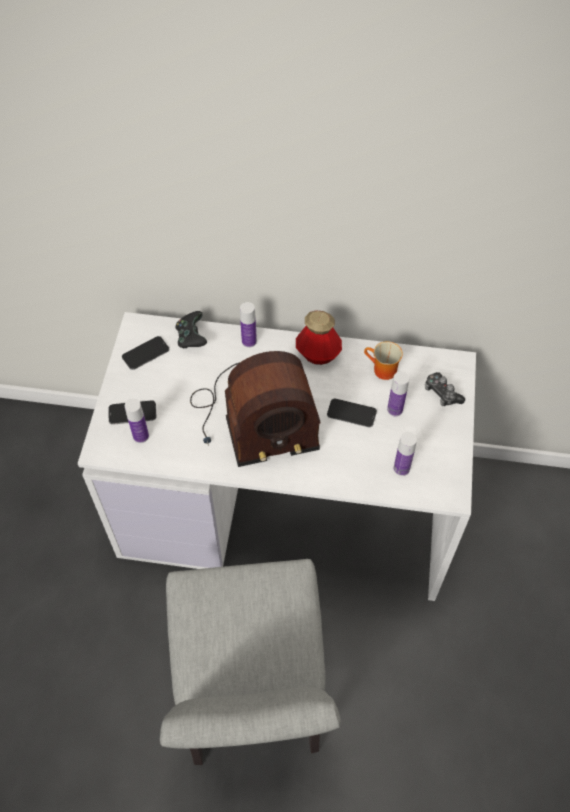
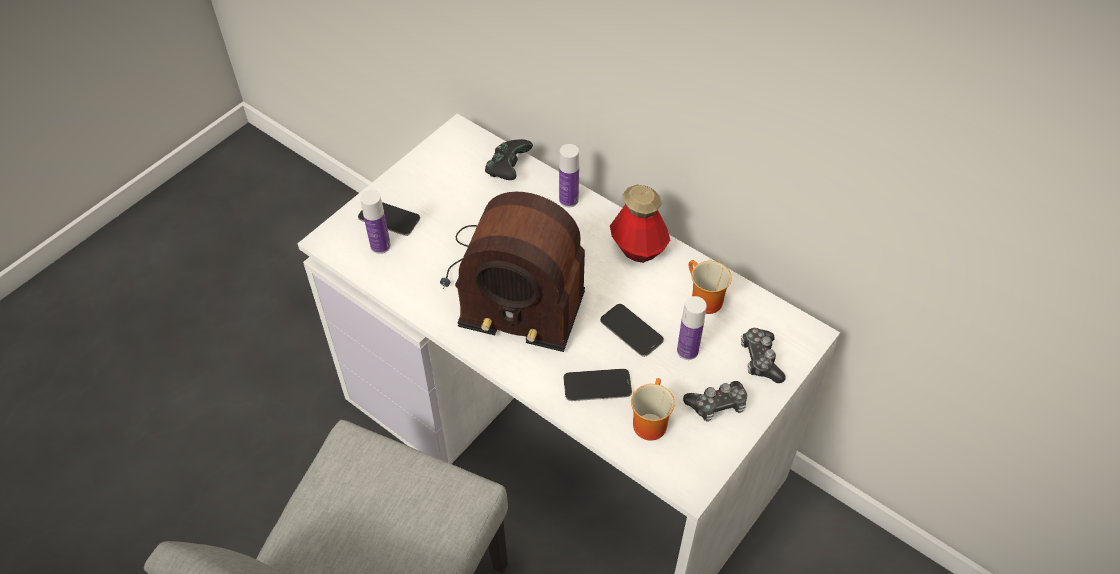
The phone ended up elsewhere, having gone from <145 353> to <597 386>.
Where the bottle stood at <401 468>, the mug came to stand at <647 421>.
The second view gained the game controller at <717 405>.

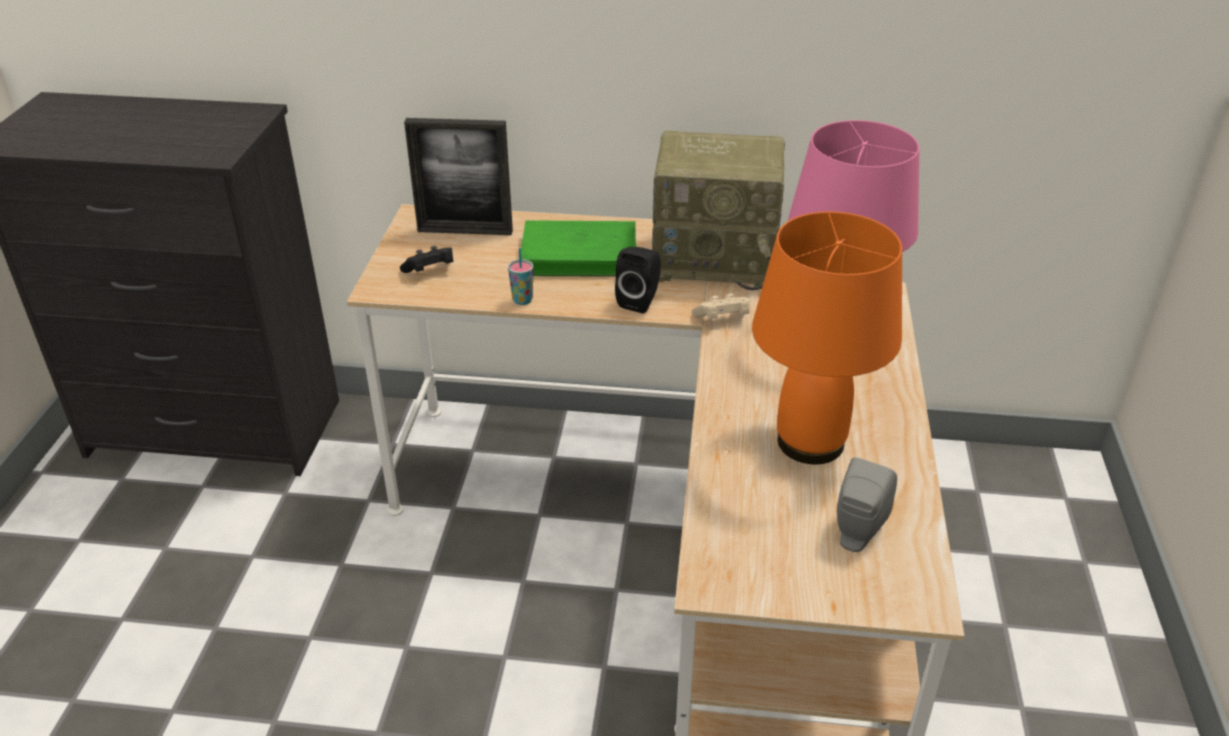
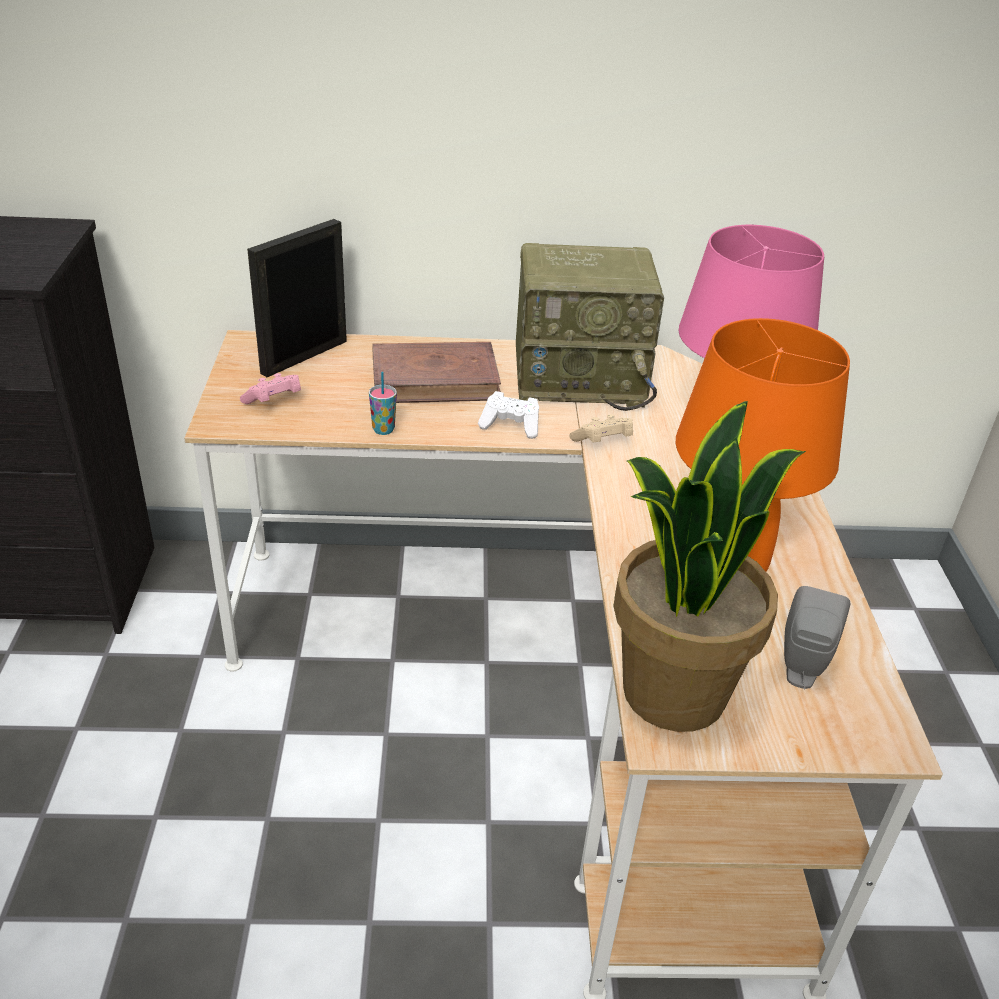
What was the black game controller at <430 271> turned into the pink game controller at <274 401>.
The picture frame at <465 231> ended up facing another way, 135 degrees clockwise from before.
What was the green book at <580 255> turned into the brown book at <436 379>.
Where the black speaker stood at <640 301>, the white game controller came to stand at <511 426>.
The second view gained the potted plant at <672 690>.

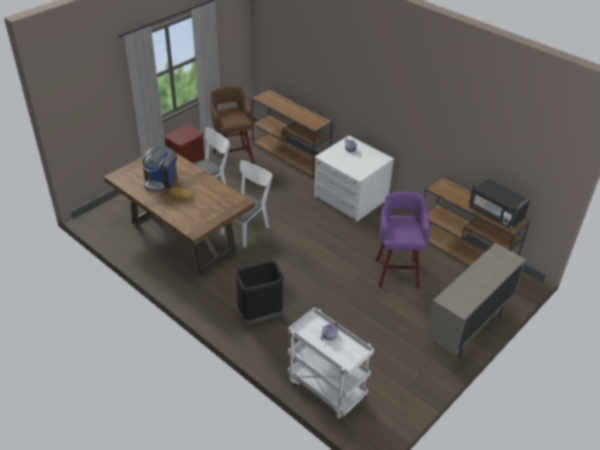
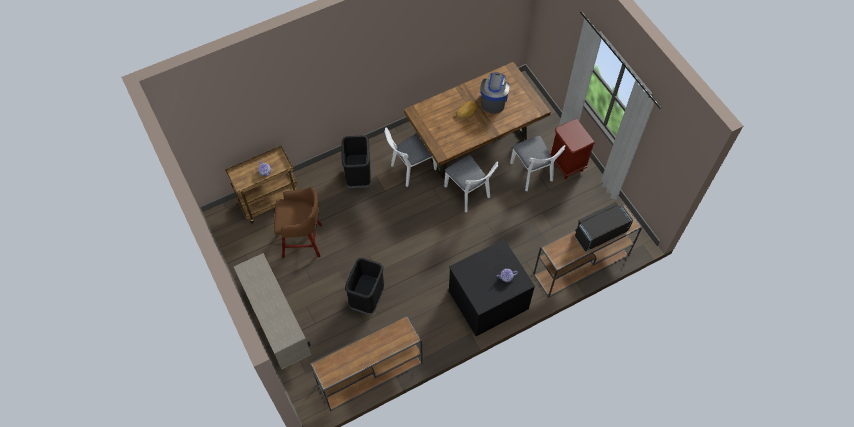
What was the white cart at <325 389> turned into the brown cart at <269 200>.
The brown stool ended up elsewhere, having gone from <233 157> to <304 241>.
Where the purple stool stood at <397 272>, the black trash can came to stand at <367 299>.
The second view gained the white chair at <410 169>.
What was the white dresser at <350 198> turned into the black dresser at <487 298>.
The coffee machine at <161 180> ended up facing another way, 60 degrees clockwise from before.
The black microwave ended up elsewhere, having gone from <495 213> to <600 233>.

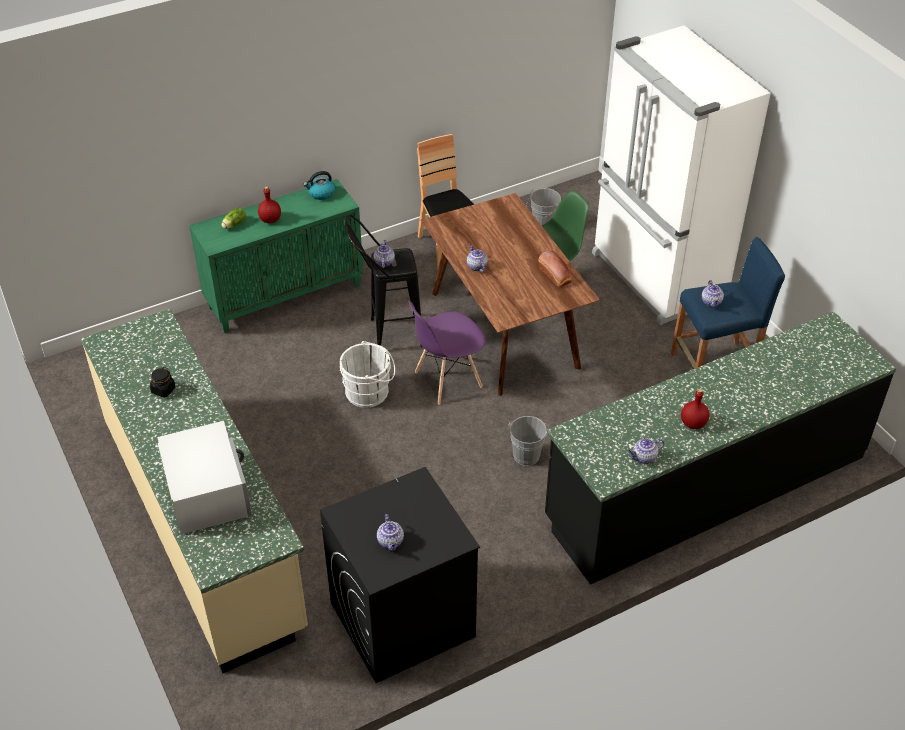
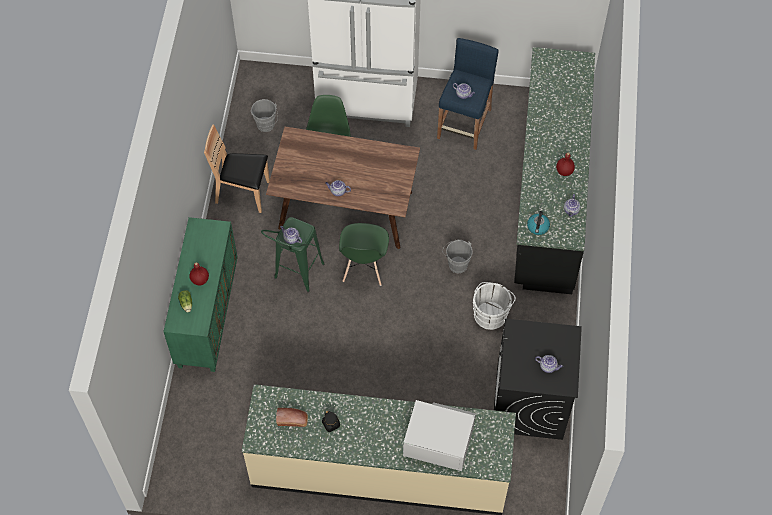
What was the black stool at <386 334> turned into the green stool at <295 277>.
The bread ended up elsewhere, having gone from <556 276> to <293 420>.
What was the purple chair at <447 379> turned into the green chair at <364 268>.
The white bucket ended up elsewhere, having gone from <370 392> to <491 314>.
The kettle ended up elsewhere, having gone from <321 193> to <538 227>.

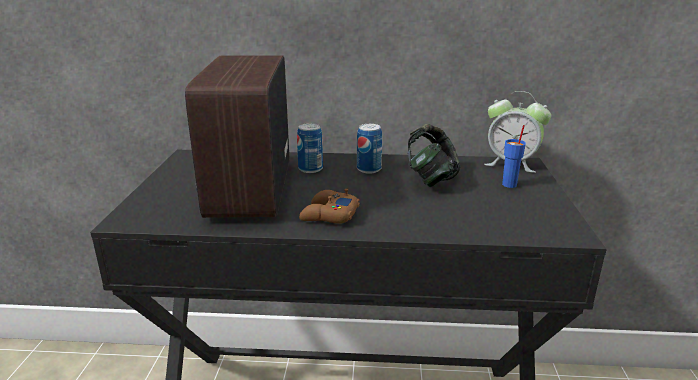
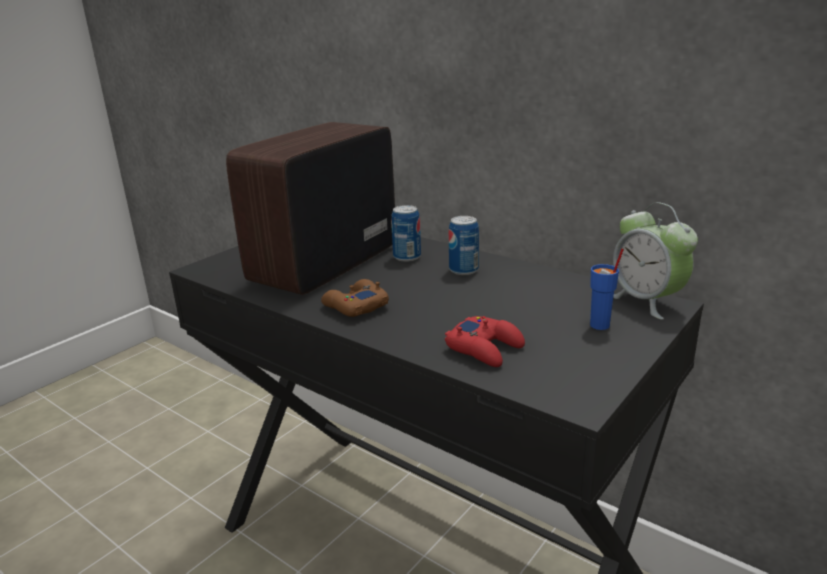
The second view gained the red game controller at <485 348>.
The second view lost the headphones at <431 179>.

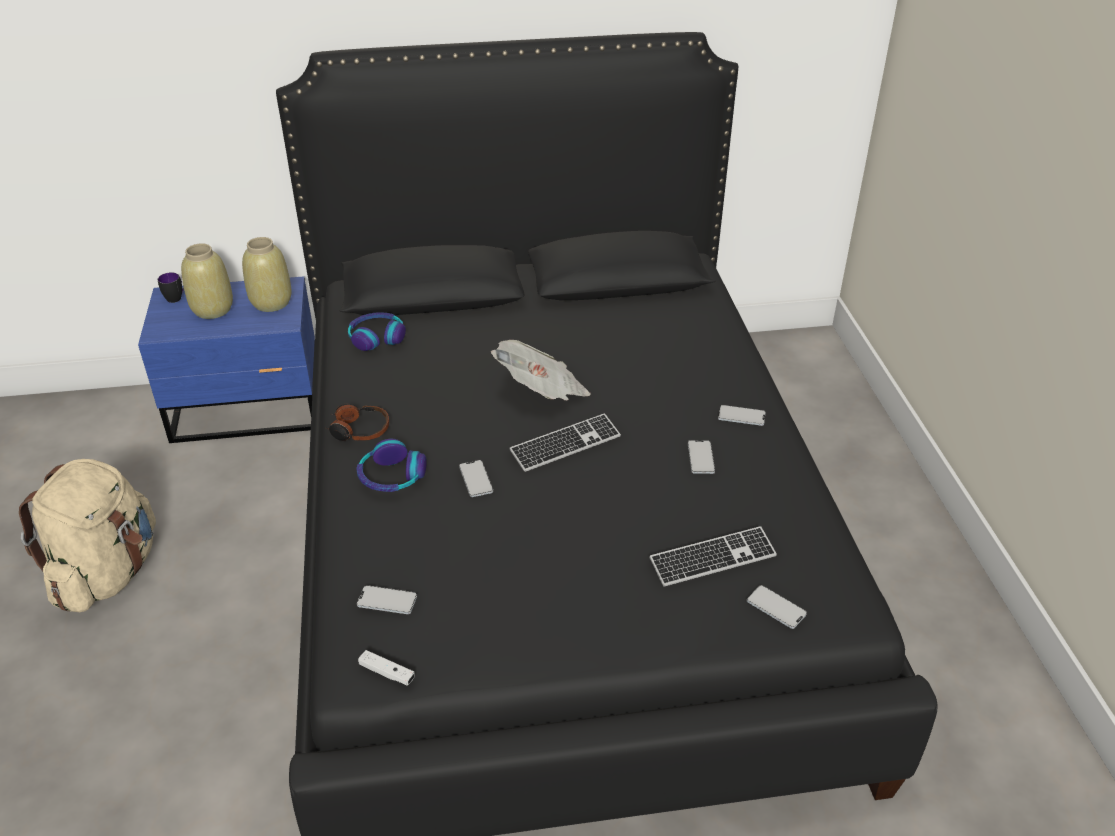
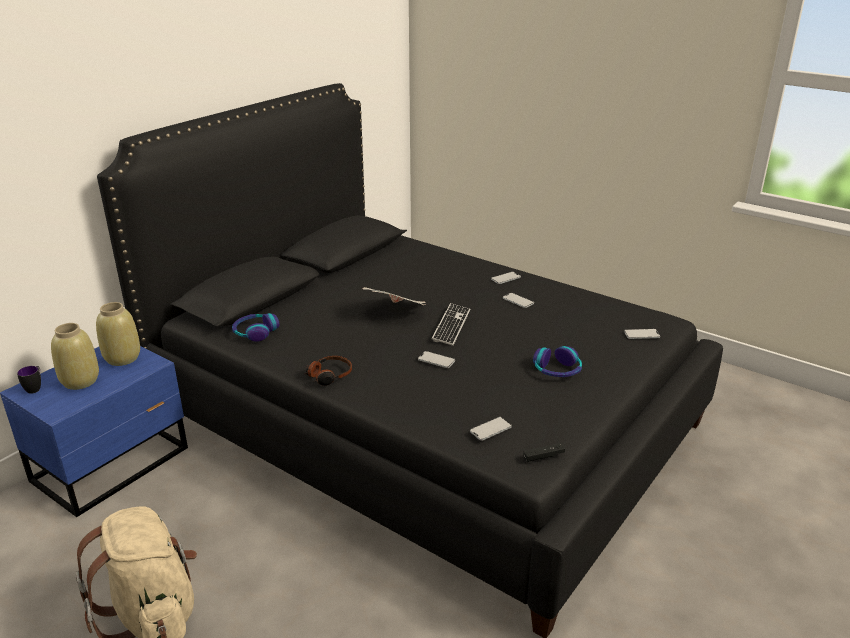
What was the white game controller at <387 673> turned into the black game controller at <543 456>.
The headphones ended up elsewhere, having gone from <391 477> to <557 370>.
The second view lost the keyboard at <712 559>.

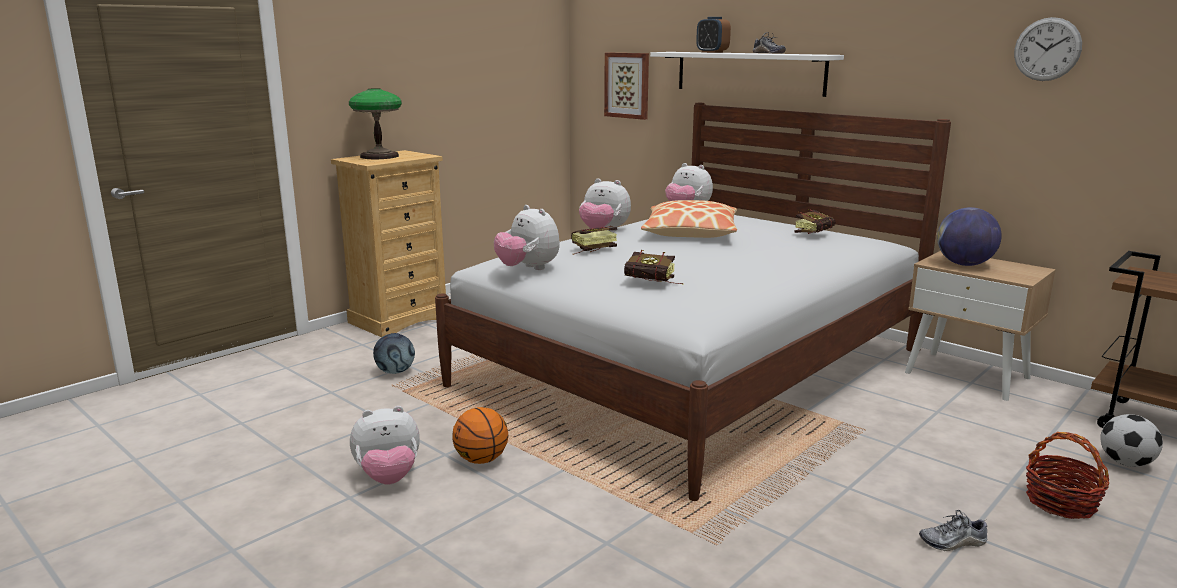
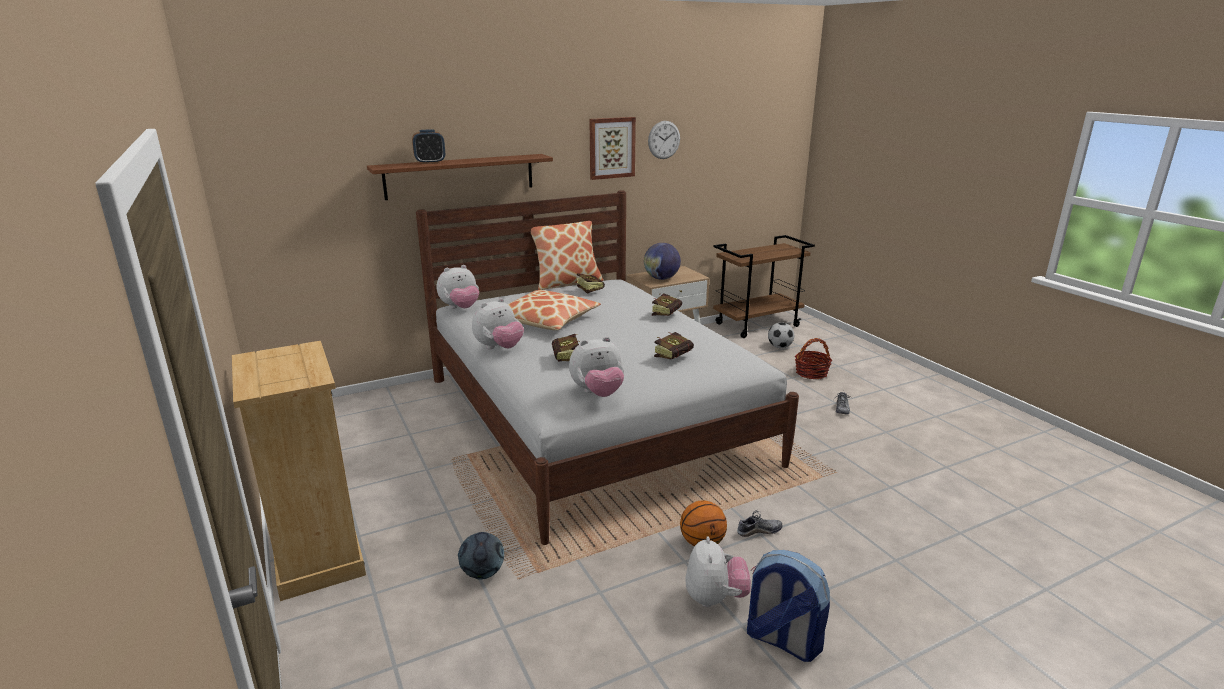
What was the white shelf at <749 73> turned into the brown shelf at <460 176>.
The second view gained the pillow at <566 282>.
The picture ended up elsewhere, having gone from <627 85> to <611 148>.
The second view gained the book at <667 314>.
The shoe ended up elsewhere, having gone from <768 53> to <758 531>.
The second view gained the backpack at <781 640>.
The second view lost the table lamp at <379 156>.

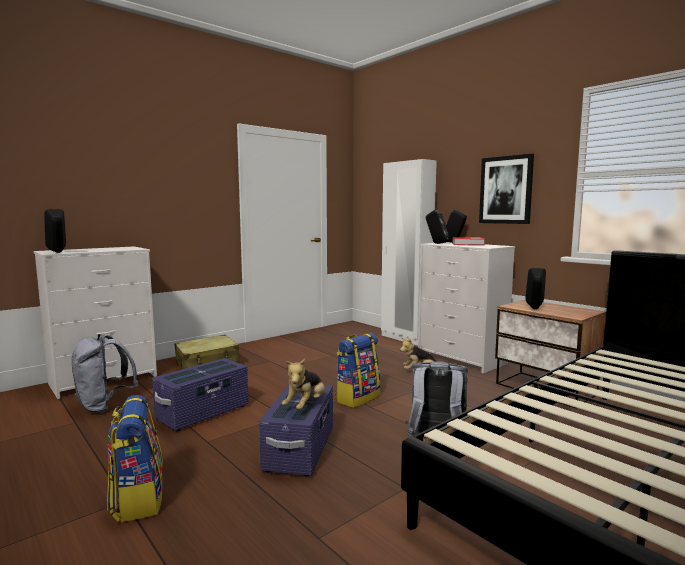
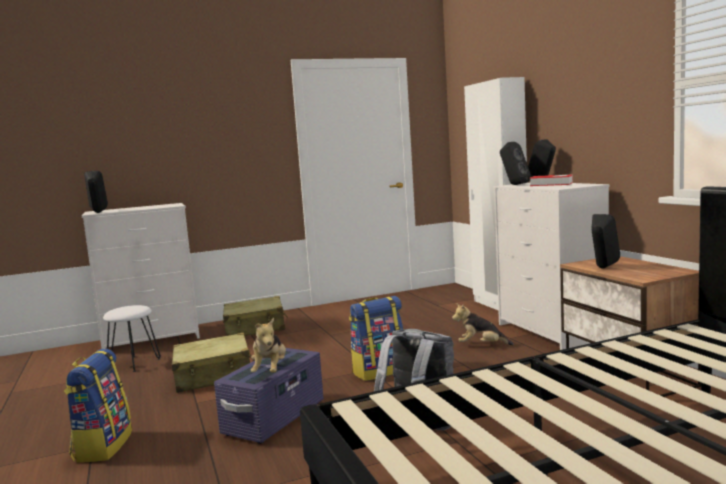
Where the grey backpack stood at <104 406>, the white stool came to stand at <134 363>.
Where the purple storage box stood at <203 413>, the beige suitcase came to stand at <214 376>.
The plush toy at <306 405> ended up facing another way, 45 degrees counterclockwise from before.
The second view lost the picture at <506 190>.

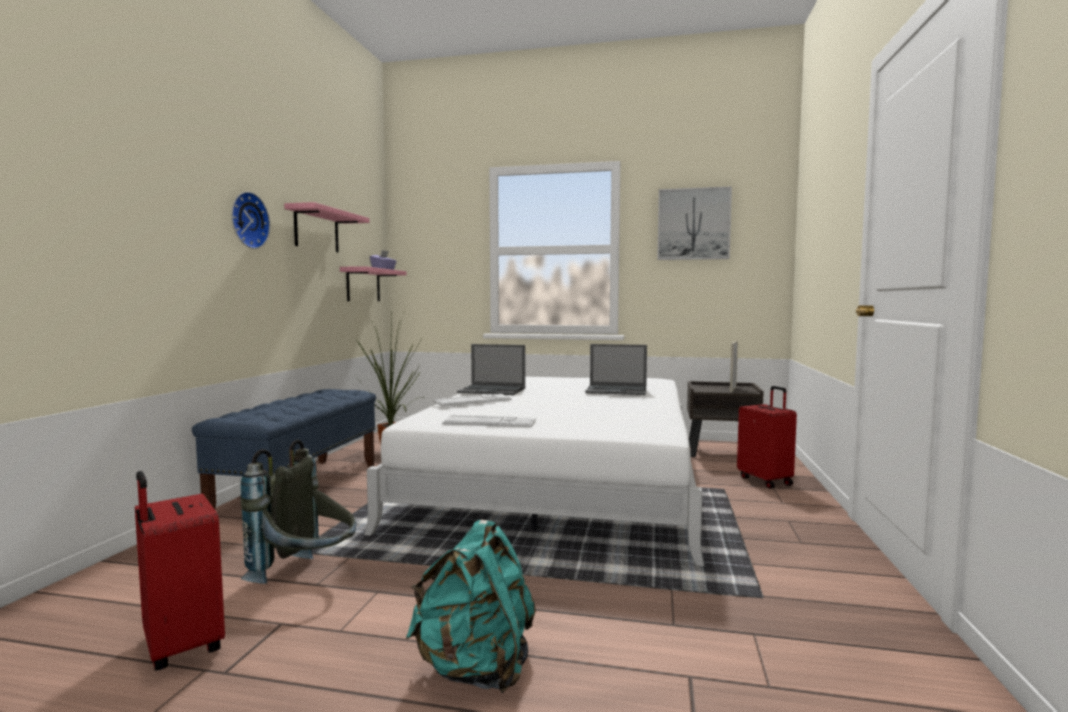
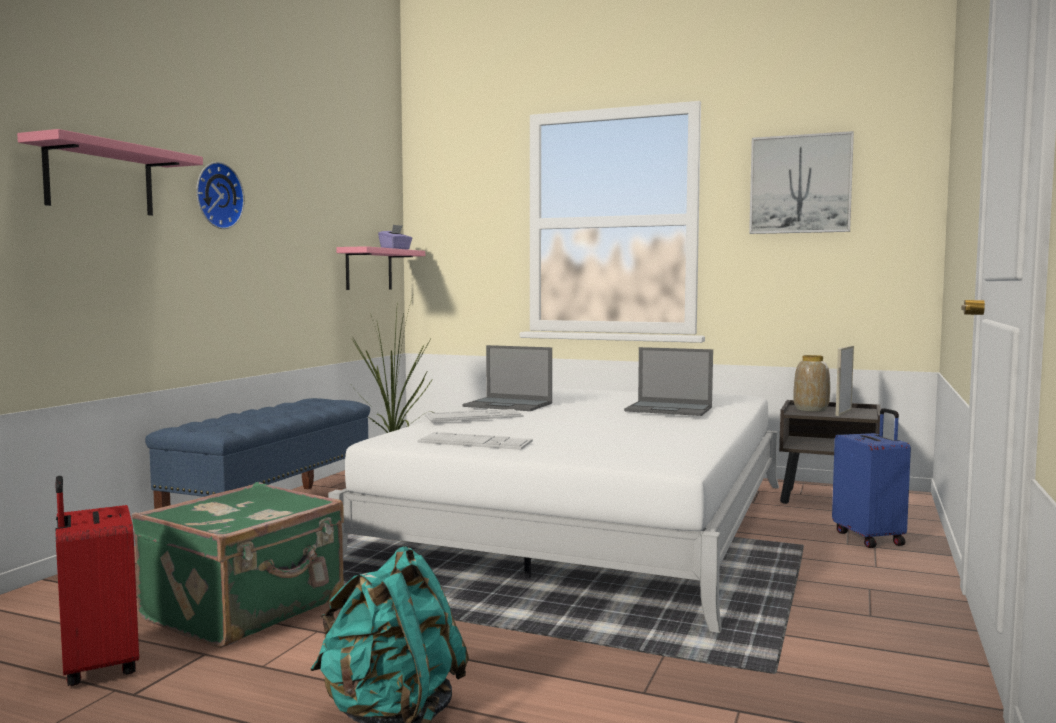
The pink shelf ended up elsewhere, having gone from <316 230> to <100 179>.
Where the grey backpack stood at <307 576>, the green suitcase came to stand at <247 609>.
The second view gained the vase at <811 410>.
What was the red suitcase at <766 481> turned into the blue suitcase at <870 538>.

